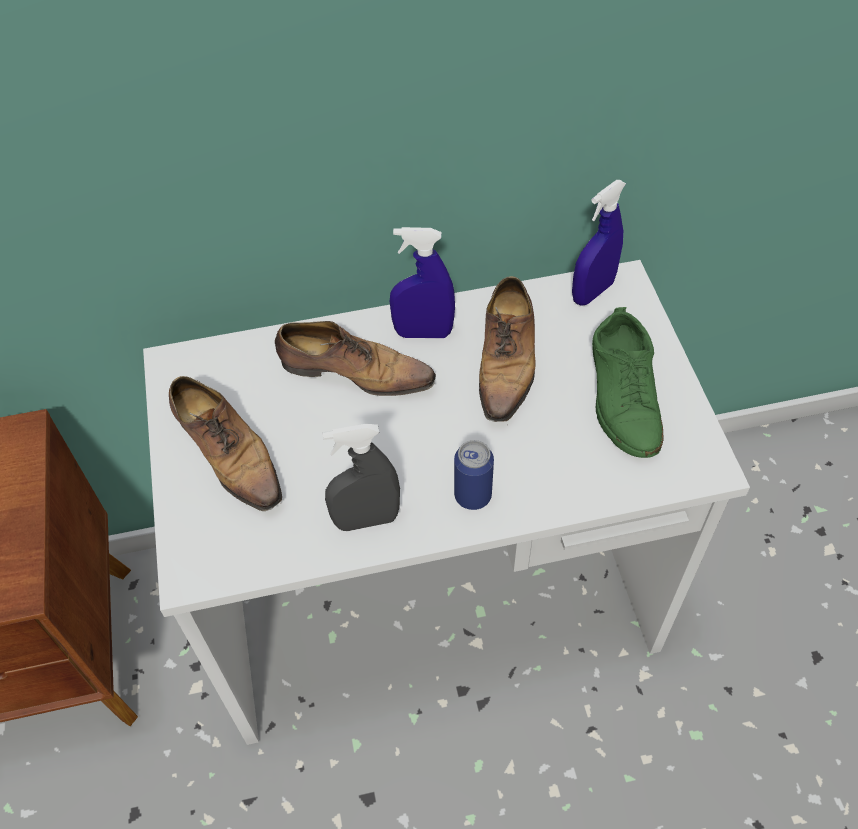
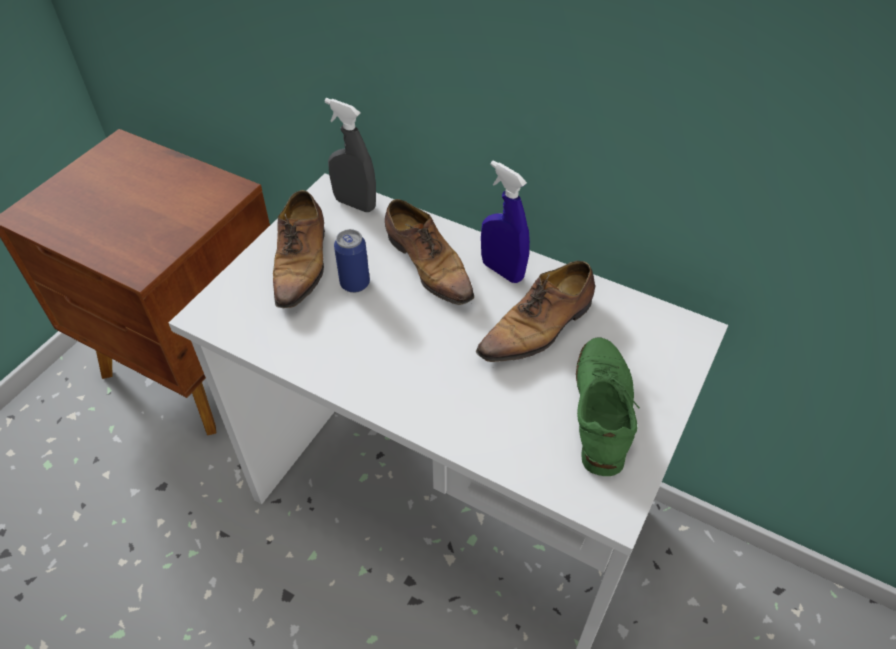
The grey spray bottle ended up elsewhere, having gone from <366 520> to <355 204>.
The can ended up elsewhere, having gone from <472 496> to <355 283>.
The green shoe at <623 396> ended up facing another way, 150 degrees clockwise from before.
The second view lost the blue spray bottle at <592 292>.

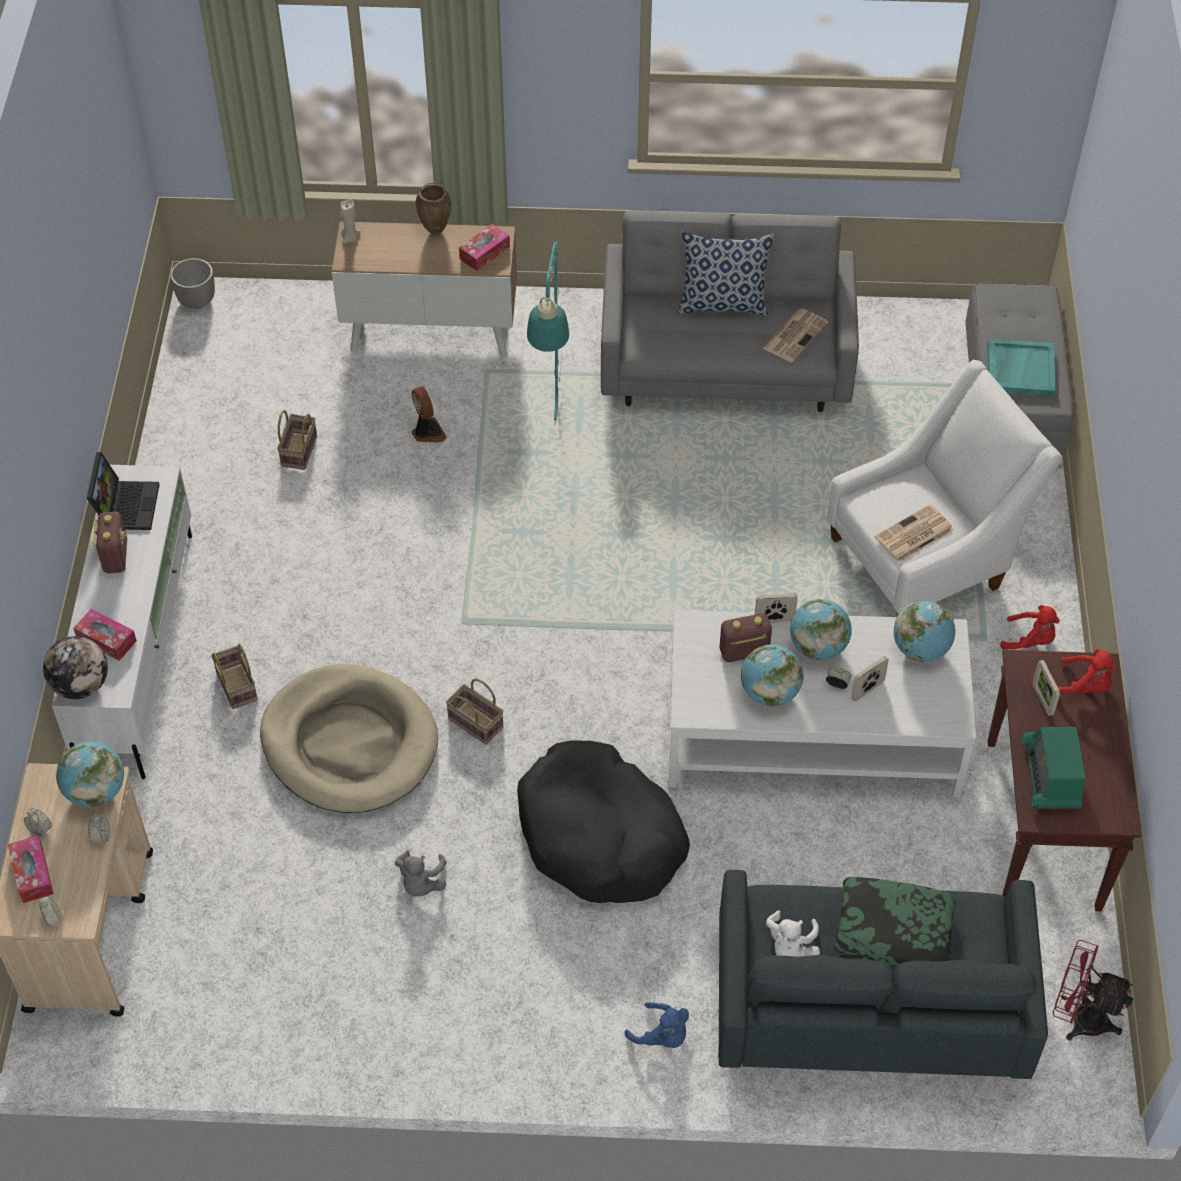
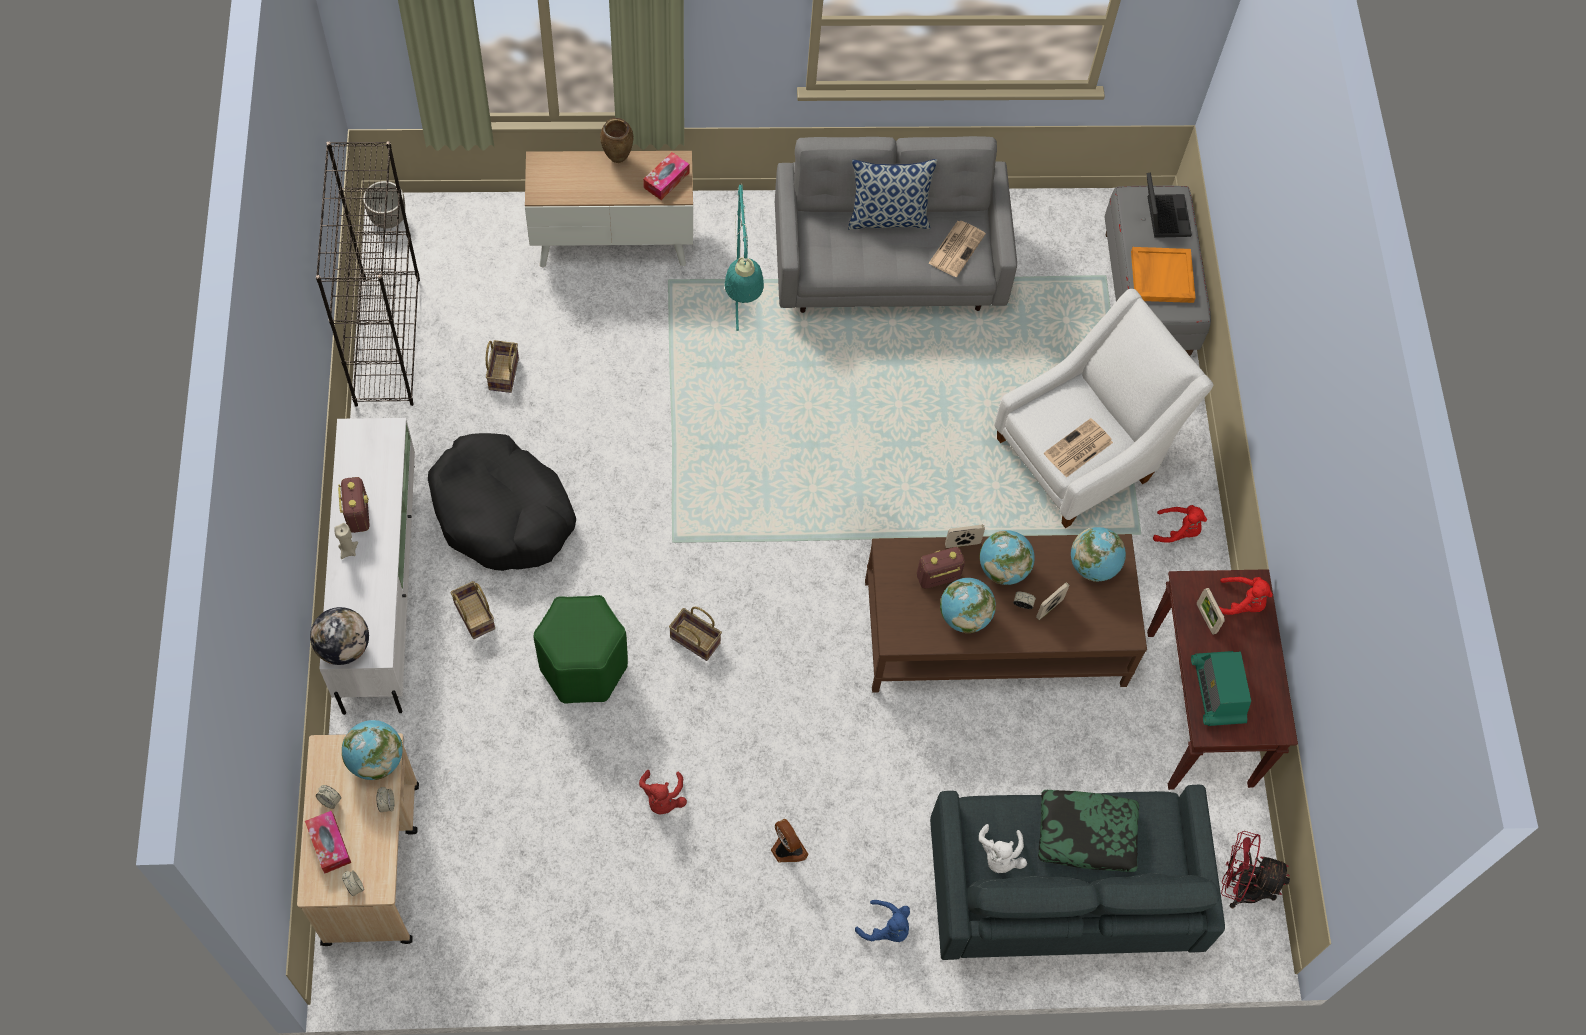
The second view gained the black bookcase at <387 340>.
The beige candle ended up elsewhere, having gone from <350 238> to <348 550>.
The black dog bed ended up elsewhere, having gone from <600 836> to <502 512>.
Where the beige dog bed stood at <349 743>, the green stool came to stand at <584 666>.
What was the grey plush toy at <421 883> turned into the red plush toy at <662 798>.
The fan ended up elsewhere, having gone from <427 432> to <787 849>.
What was the white coffee table at <811 733> turned into the brown coffee table at <993 633>.
What was the turquoise tray at <1019 370> turned into the orange tray at <1161 276>.
The laptop ended up elsewhere, having gone from <126 505> to <1162 215>.
The second view lost the tissue box at <106 640>.

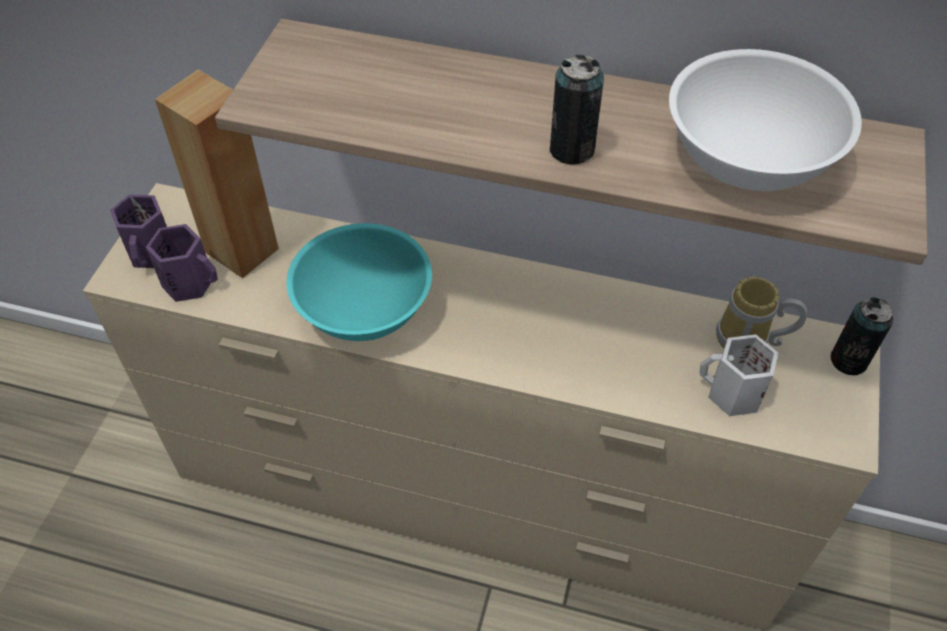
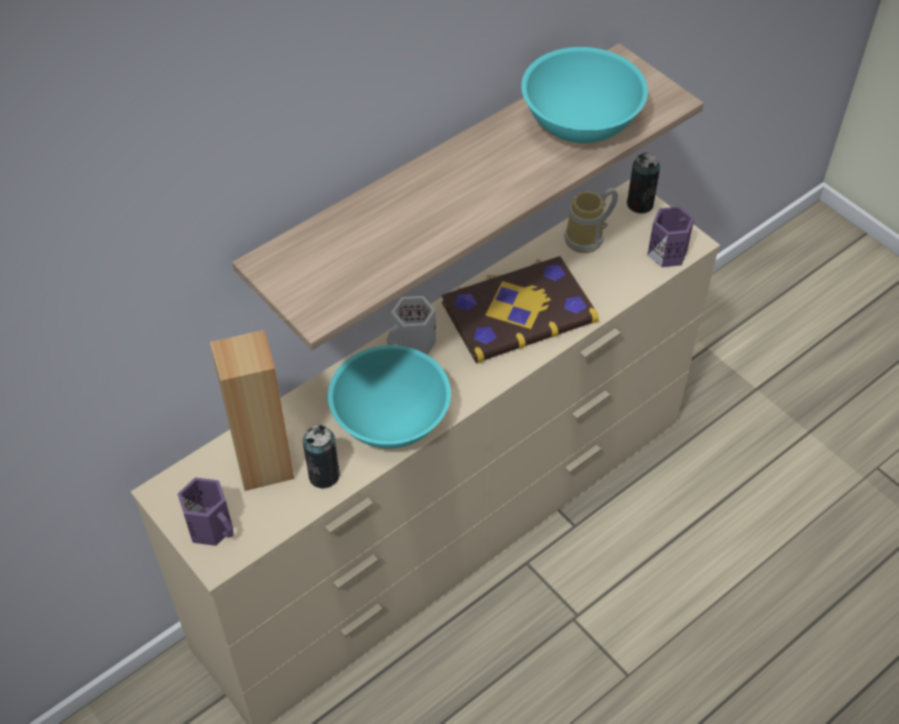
The can ended up elsewhere, having gone from <572 150> to <324 475>.
The white mug ended up elsewhere, having gone from <732 394> to <413 344>.
The second view gained the book at <518 311>.
What was the white bowl at <749 159> turned into the turquoise bowl at <581 122>.
The purple mug ended up elsewhere, having gone from <190 281> to <667 251>.

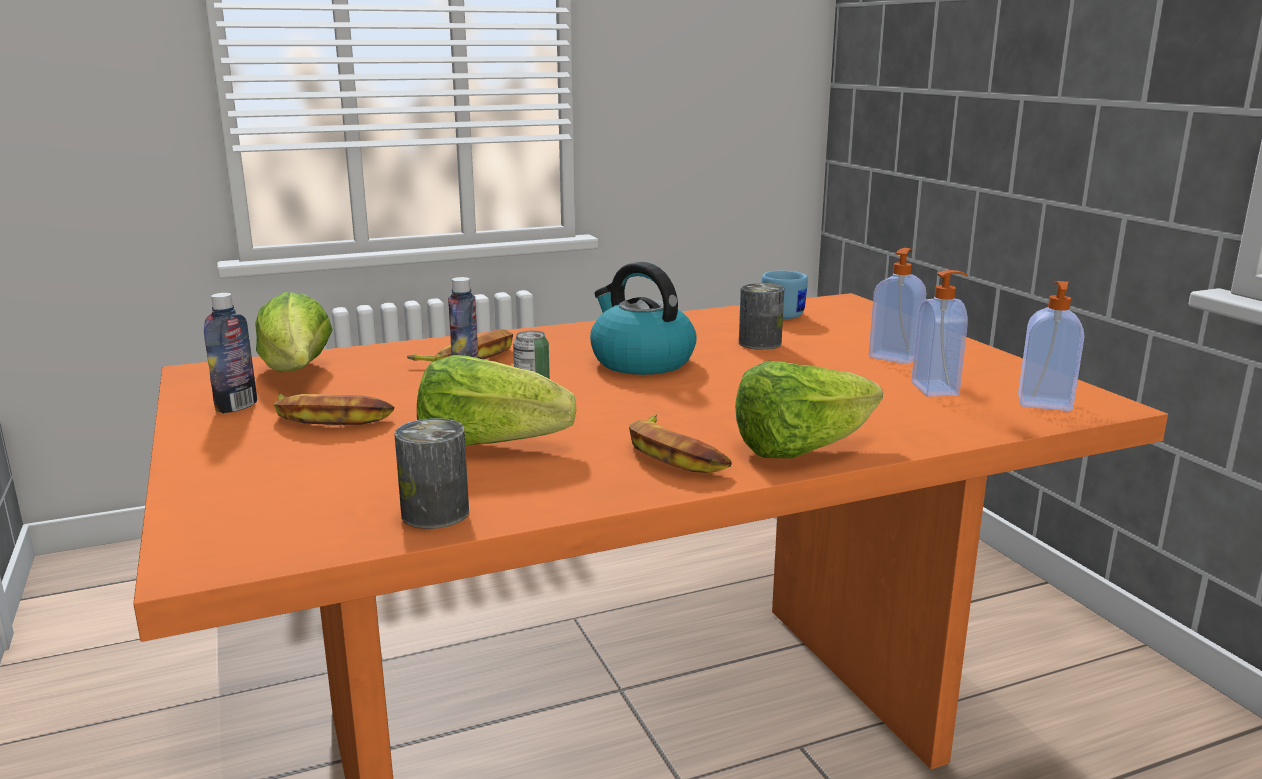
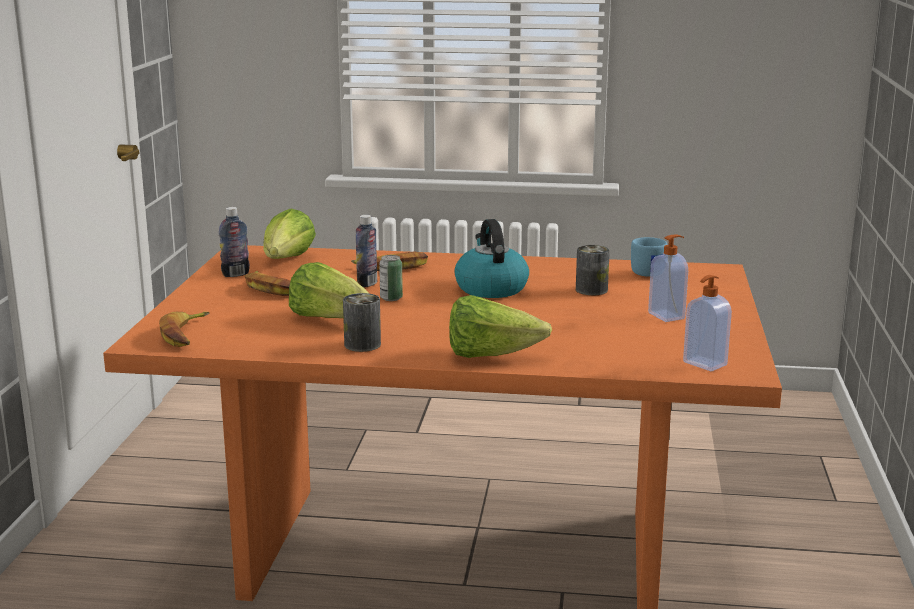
The banana ended up elsewhere, having gone from <676 454> to <186 335>.
The can ended up elsewhere, having gone from <435 513> to <362 345>.
The second view lost the soap dispenser at <936 389>.

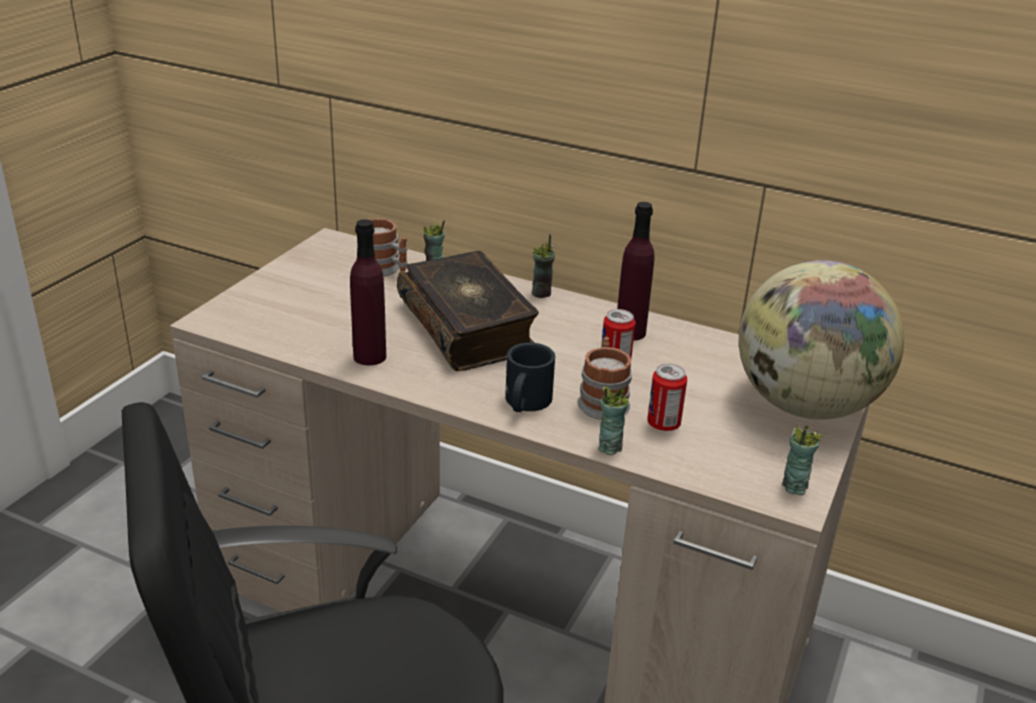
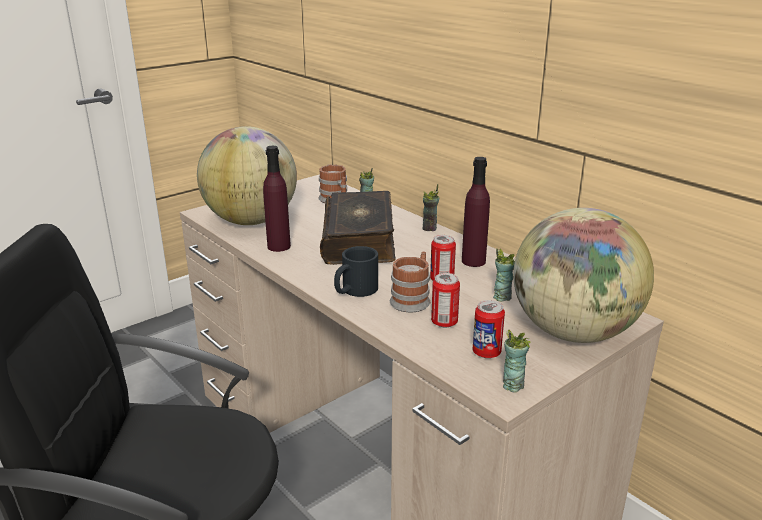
The second view gained the globe at <251 221>.
The second view gained the can at <486 352>.
The cup ended up elsewhere, having gone from <609 447> to <502 297>.

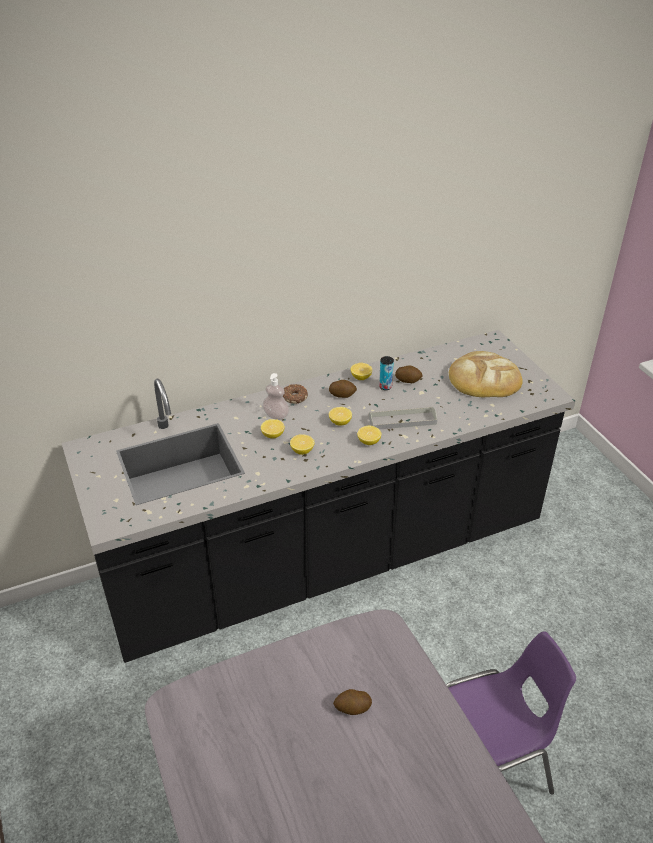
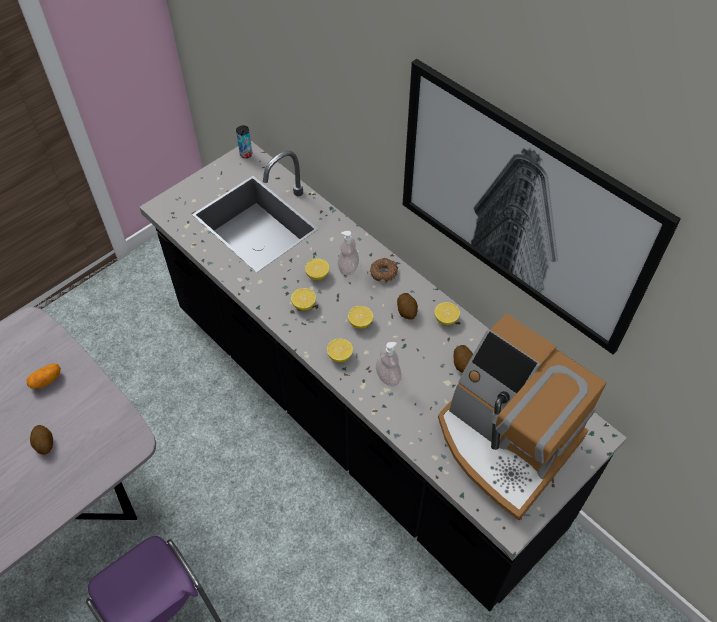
The second view gained the potato at <46 380>.
The can ended up elsewhere, having gone from <385 387> to <246 154>.
Where the grey tray stood at <402 420>, the soap dispenser came to stand at <388 376>.
The second view gained the picture at <522 206>.
Where the bread stood at <484 379>, the coffee machine came to stand at <505 441>.

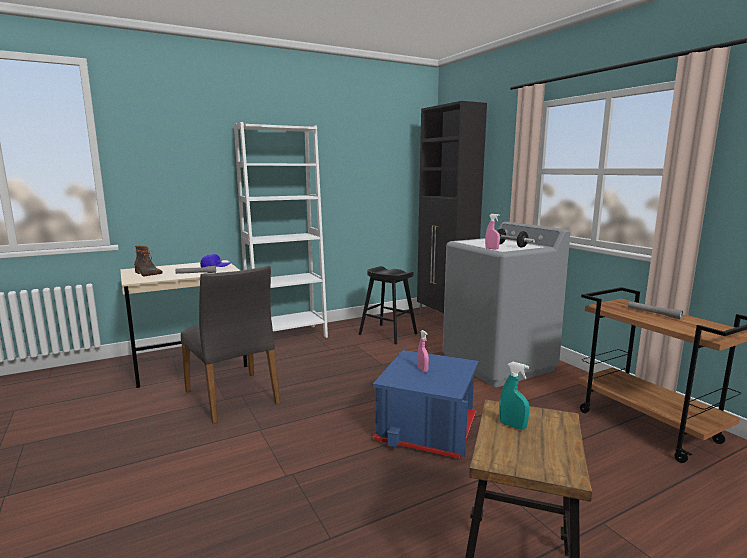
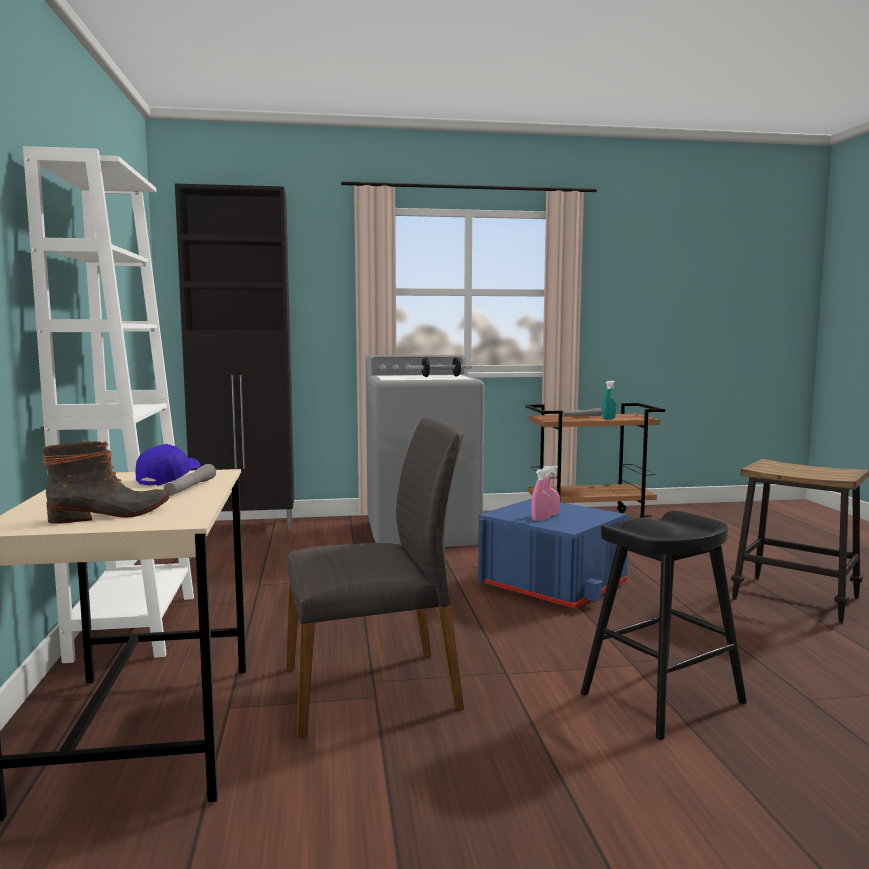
The pink spray bottle ended up elsewhere, having gone from <491 249> to <541 519>.
The black stool ended up elsewhere, having gone from <388 334> to <662 698>.
The turquoise spray bottle ended up elsewhere, having gone from <512 426> to <608 419>.

